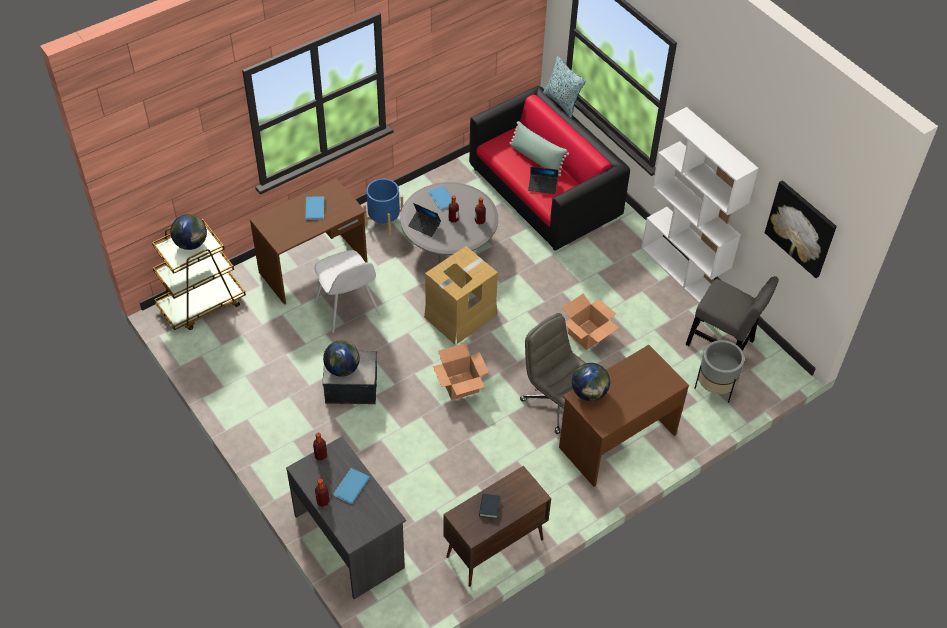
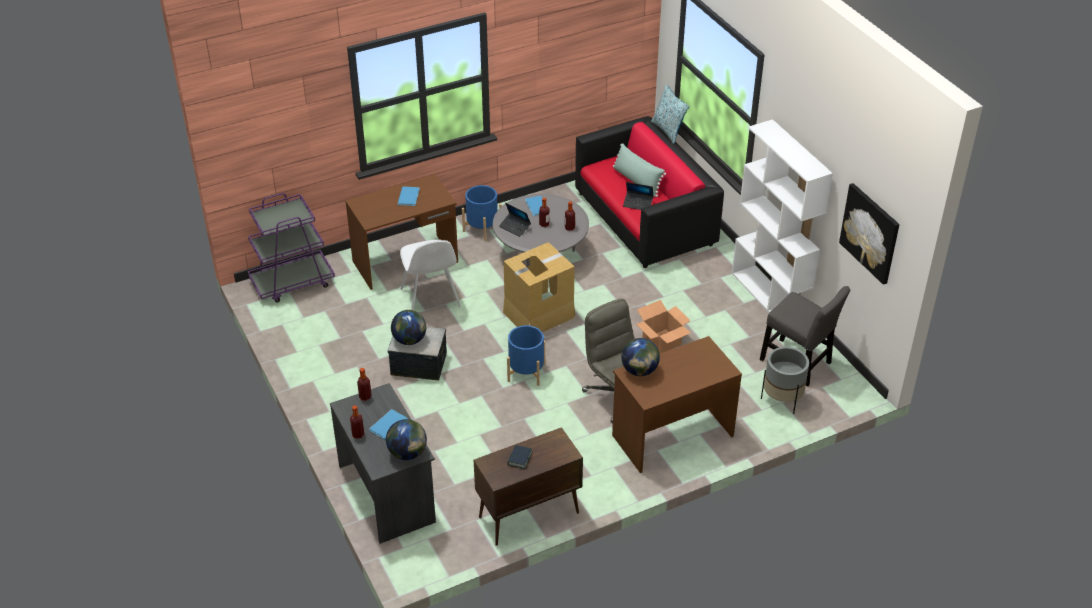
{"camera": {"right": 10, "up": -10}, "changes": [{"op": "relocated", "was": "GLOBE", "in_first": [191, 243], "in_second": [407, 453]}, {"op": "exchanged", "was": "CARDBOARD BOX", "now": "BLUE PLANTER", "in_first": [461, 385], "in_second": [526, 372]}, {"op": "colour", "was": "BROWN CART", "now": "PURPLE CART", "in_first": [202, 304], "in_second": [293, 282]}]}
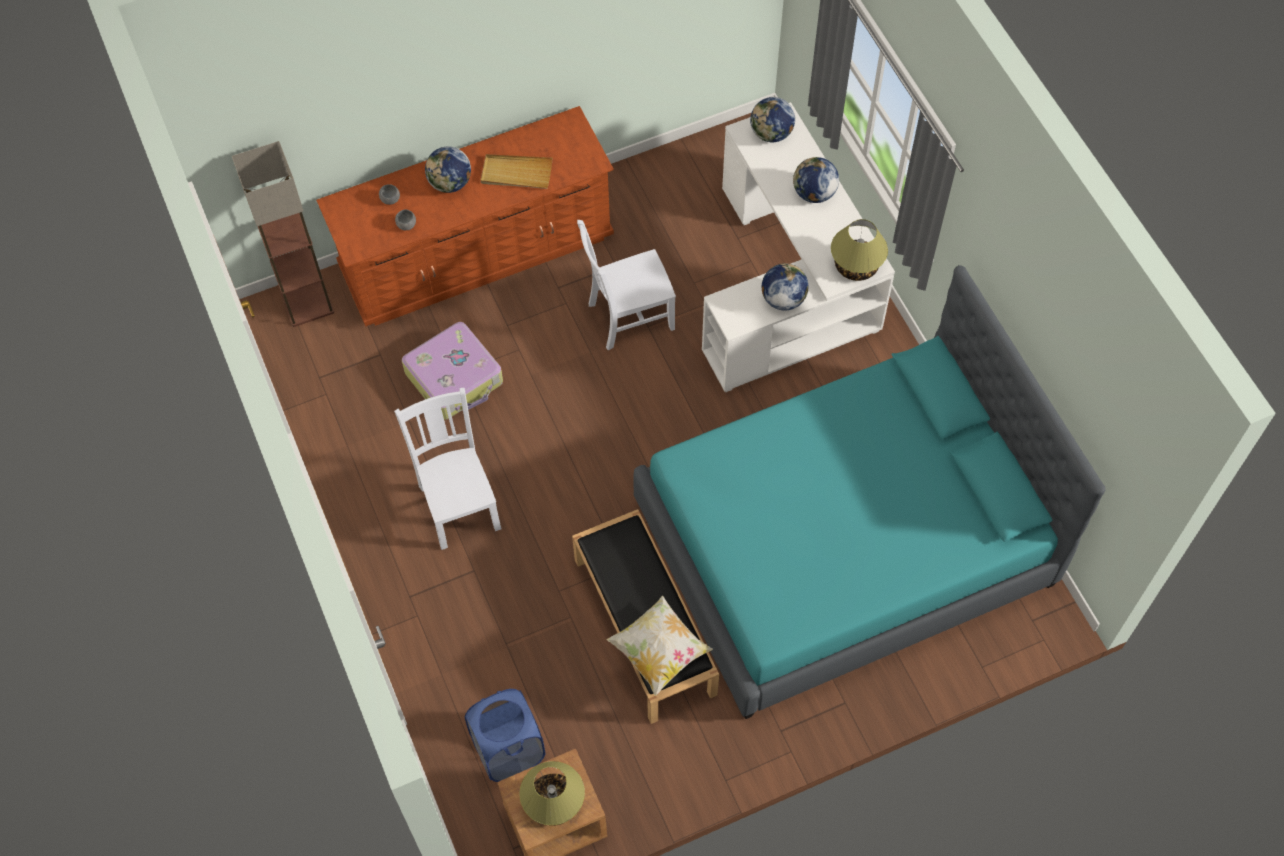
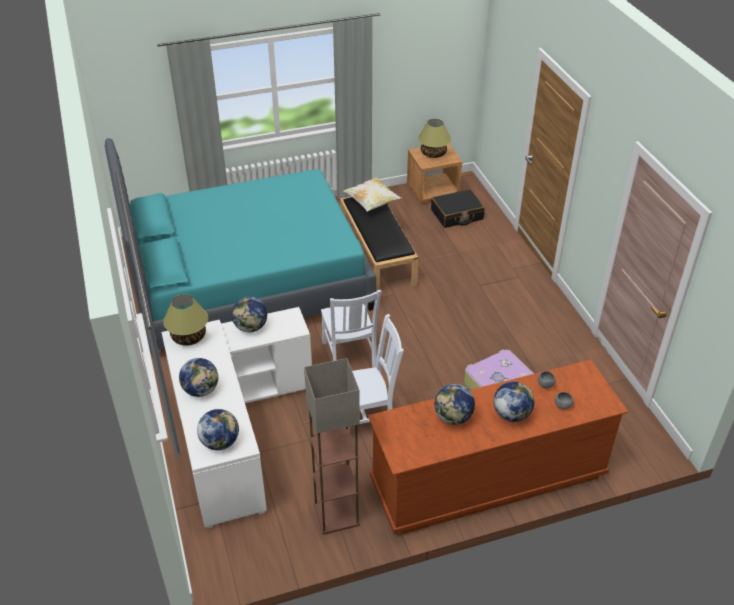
{"camera": {"right": -175, "up": -20}, "changes": [{"op": "relocated", "was": "FLOOR LAMP", "in_first": [306, 302], "in_second": [337, 514]}, {"op": "relocated", "was": "WHITE CHAIR", "in_first": [459, 504], "in_second": [349, 357]}, {"op": "exchanged", "was": "BLUE LAUNDRY BASKET", "now": "BLACK SUITCASE", "in_first": [508, 750], "in_second": [457, 215]}, {"op": "exchanged", "was": "BEIGE TRAY", "now": "GLOBE", "in_first": [516, 173], "in_second": [453, 417]}]}
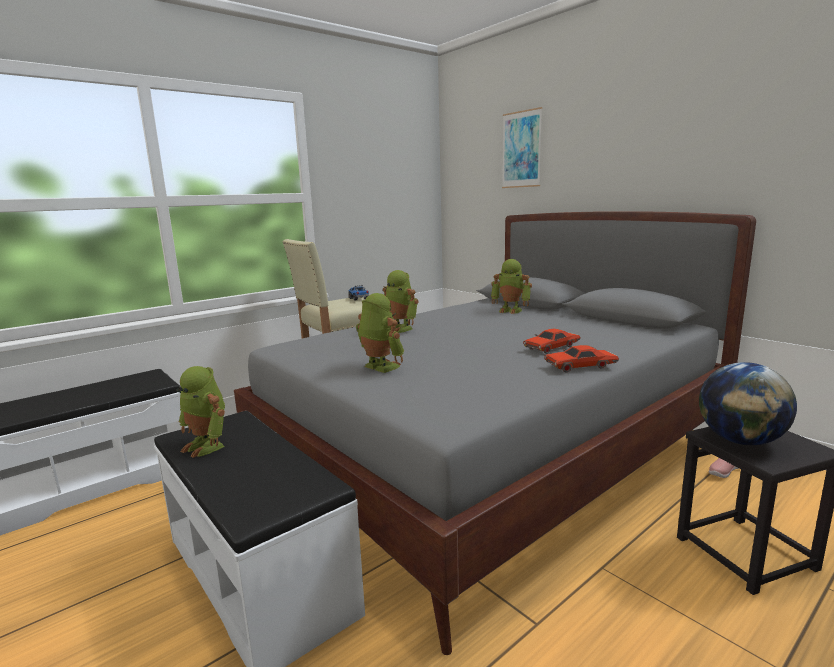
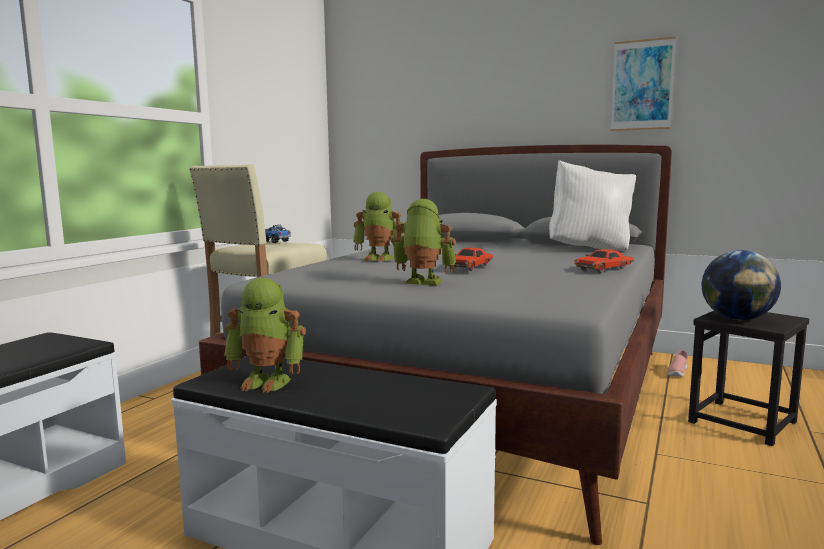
{"camera": {"right": -25, "up": -5}, "changes": [{"op": "missing", "was": "TOY ROBOT", "in_first": [511, 310]}, {"op": "appeared", "now": "WHITE PILLOW", "in_second": [590, 249]}, {"op": "relocated", "was": "PICTURE", "in_first": [521, 149], "in_second": [642, 85]}, {"op": "relocated", "was": "RED TOY CAR", "in_first": [552, 347], "in_second": [470, 267]}]}
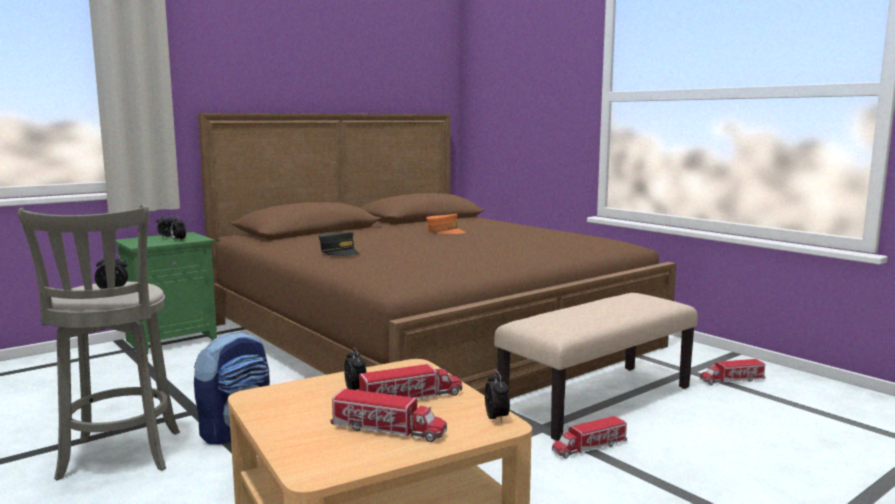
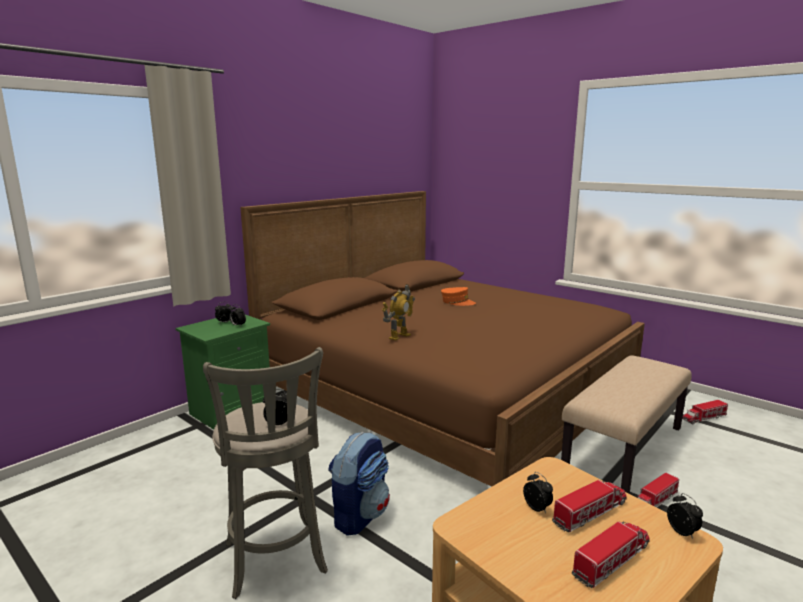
{"camera": {"right": -10, "up": 5}, "changes": [{"op": "exchanged", "was": "GREY CAP", "now": "TOY ROBOT", "in_first": [339, 252], "in_second": [399, 336]}, {"op": "spun", "was": "TOY TRUCK", "in_first": [388, 430], "in_second": [612, 560], "clockwise": -45}]}
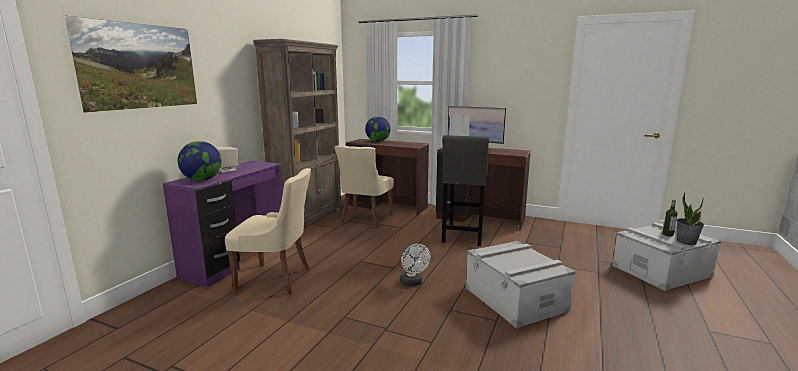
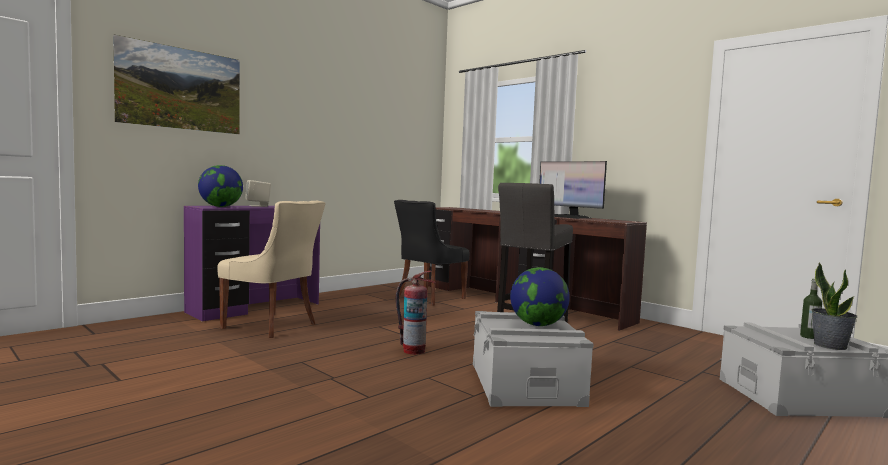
{"camera": {"right": 20, "up": -10}, "changes": [{"op": "missing", "was": "BROWN BOOKCASE", "in_first": [309, 221]}, {"op": "relocated", "was": "GLOBE", "in_first": [378, 141], "in_second": [538, 325]}, {"op": "exchanged", "was": "WHITE FAN", "now": "FIRE EXTINGUISHER", "in_first": [412, 283], "in_second": [413, 350]}, {"op": "colour", "was": "BEIGE CHAIR", "now": "BLACK CHAIR", "in_first": [365, 220], "in_second": [428, 298]}]}
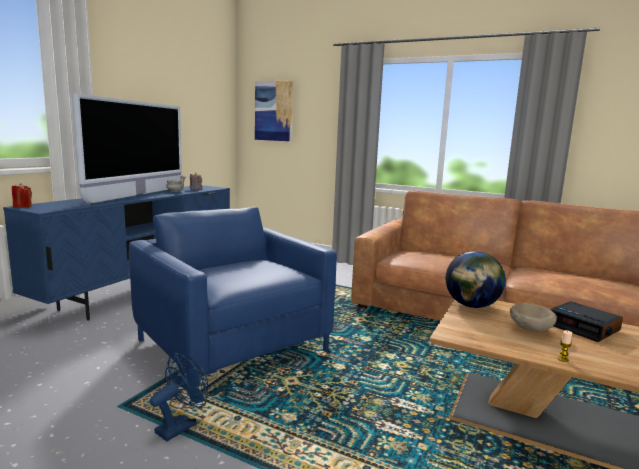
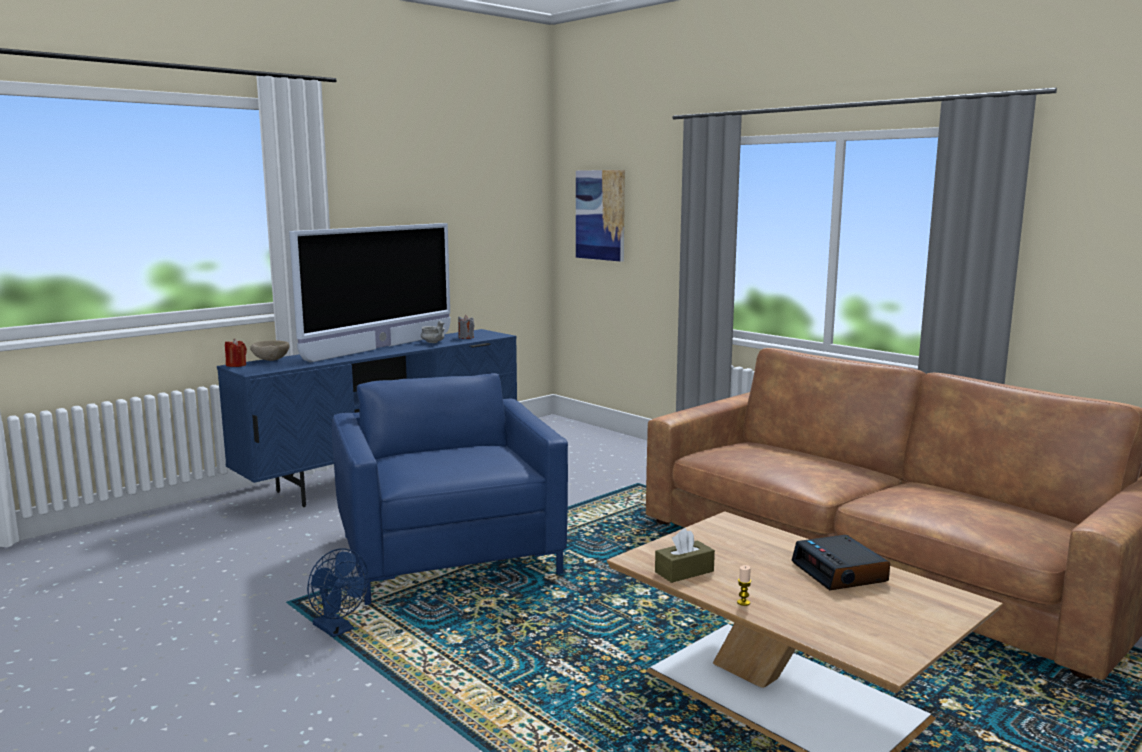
{"camera": {"right": 20, "up": 0}, "changes": [{"op": "missing", "was": "GLOBE", "in_first": [471, 306]}, {"op": "appeared", "now": "BROWN TISSUE BOX", "in_second": [684, 571]}, {"op": "relocated", "was": "BEIGE BOWL", "in_first": [529, 329], "in_second": [270, 360]}, {"op": "spun", "was": "BLUE FAN", "in_first": [181, 426], "in_second": [337, 630], "clockwise": 75}]}
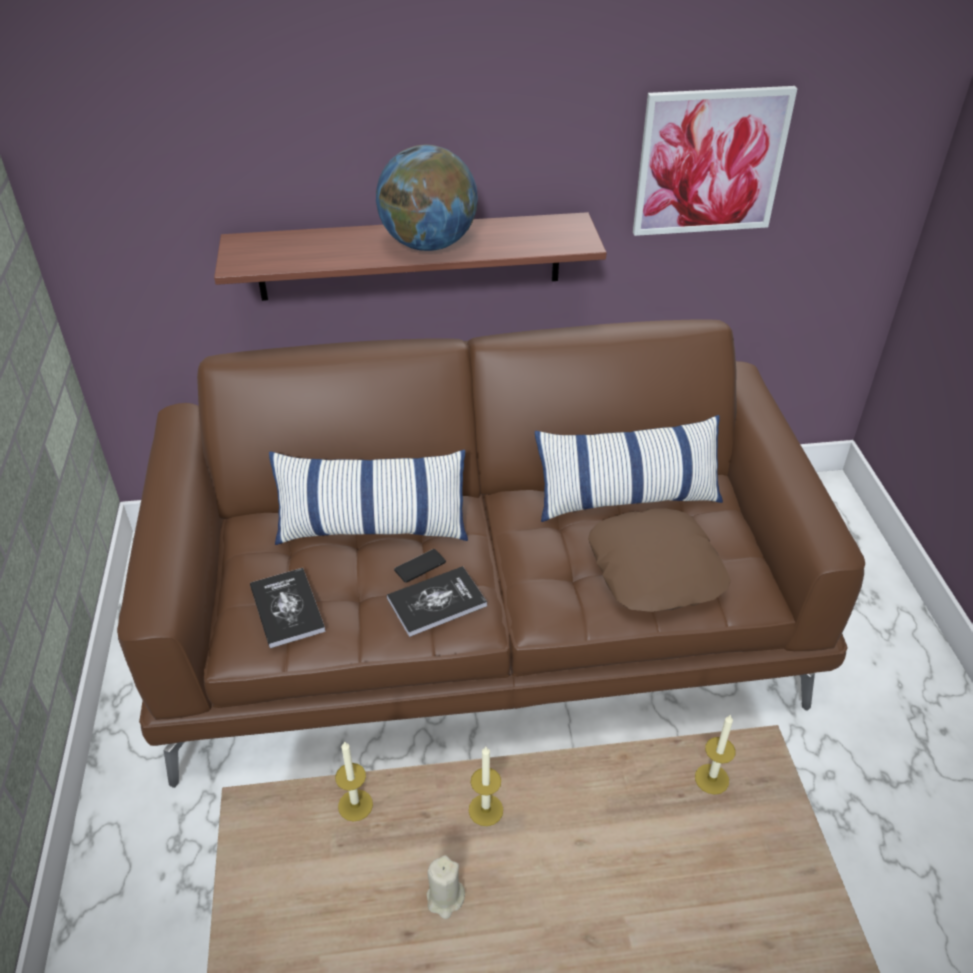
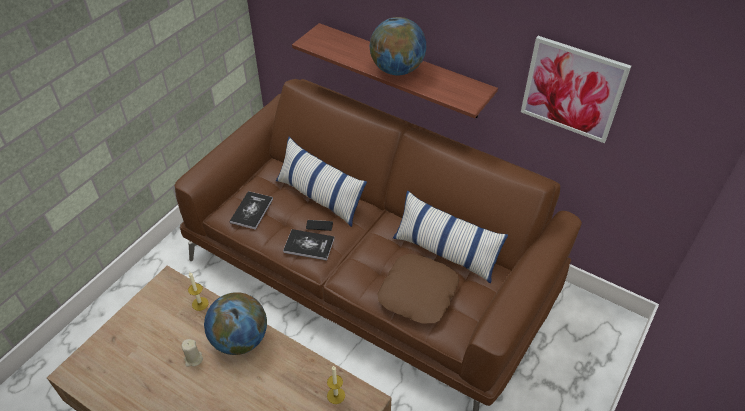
{"camera": {"right": 40, "up": 5}, "changes": [{"op": "exchanged", "was": "CANDLE", "now": "GLOBE", "in_first": [485, 810], "in_second": [240, 340]}]}
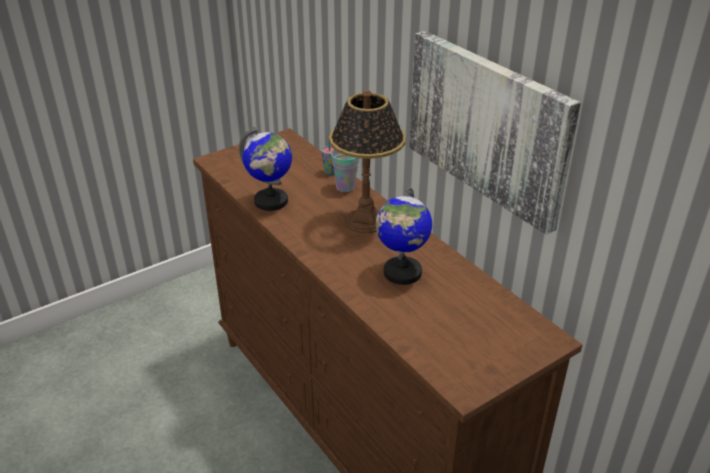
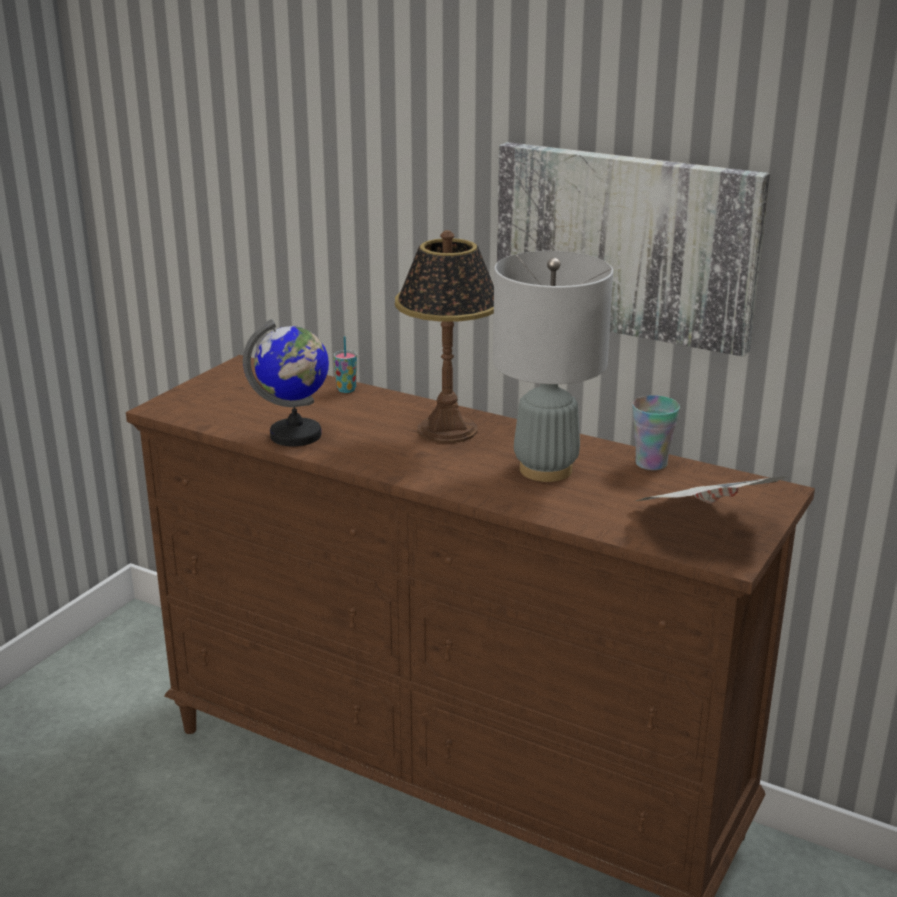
{"camera": {"right": -25, "up": -10}, "changes": [{"op": "appeared", "now": "NEWSPAPER", "in_second": [704, 525]}, {"op": "relocated", "was": "CUP", "in_first": [345, 187], "in_second": [651, 463]}, {"op": "exchanged", "was": "GLOBE", "now": "GREY TABLE LAMP", "in_first": [402, 272], "in_second": [546, 470]}]}
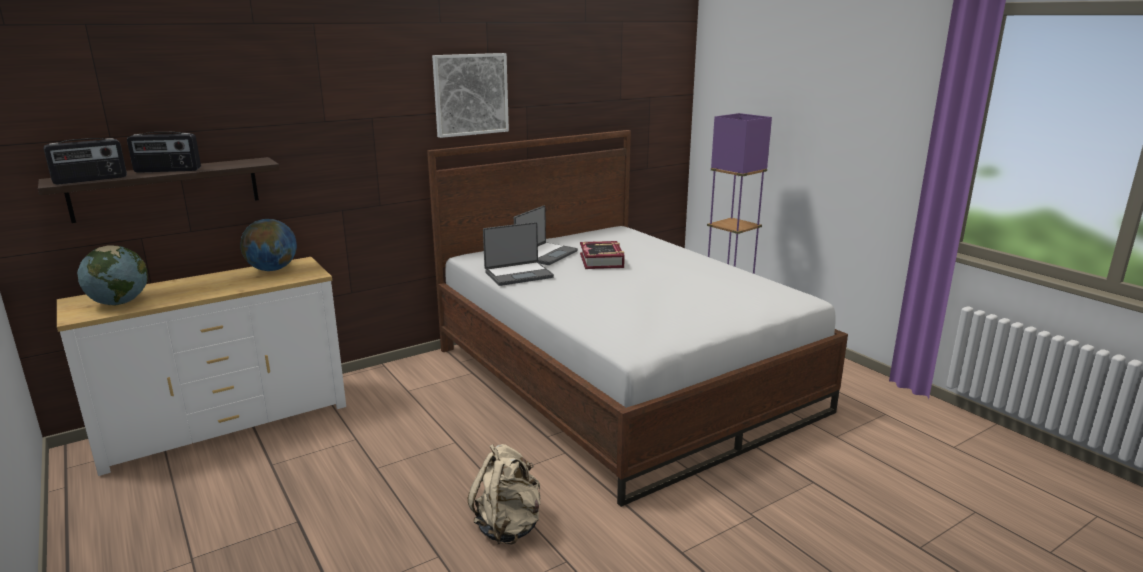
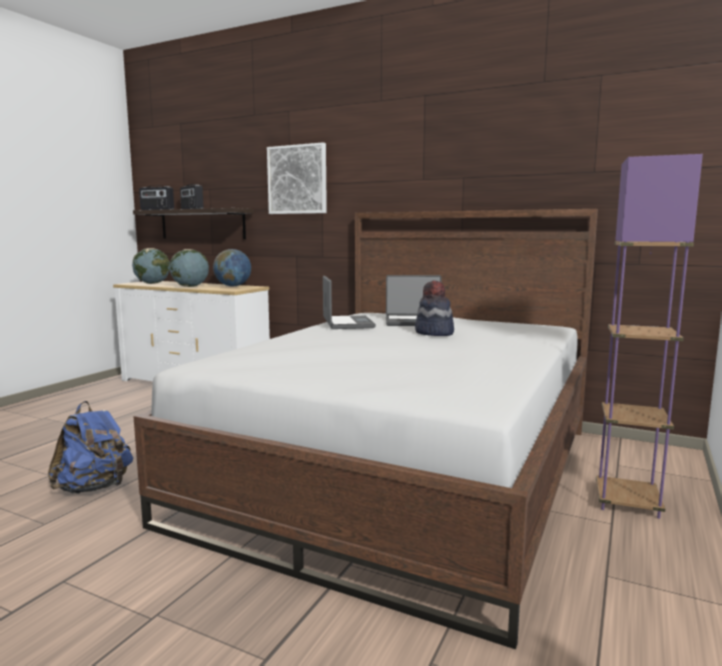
{"camera": {"right": 60, "up": -10}, "changes": [{"op": "appeared", "now": "GLOBE", "in_second": [190, 286]}, {"op": "relocated", "was": "PICTURE", "in_first": [470, 94], "in_second": [297, 179]}, {"op": "exchanged", "was": "BOOK", "now": "HAT", "in_first": [602, 261], "in_second": [434, 333]}, {"op": "colour", "was": "BEIGE BACKPACK", "now": "BLUE BACKPACK", "in_first": [509, 527], "in_second": [95, 488]}, {"op": "spun", "was": "LAPTOP", "in_first": [518, 274], "in_second": [346, 324], "clockwise": -135}]}
